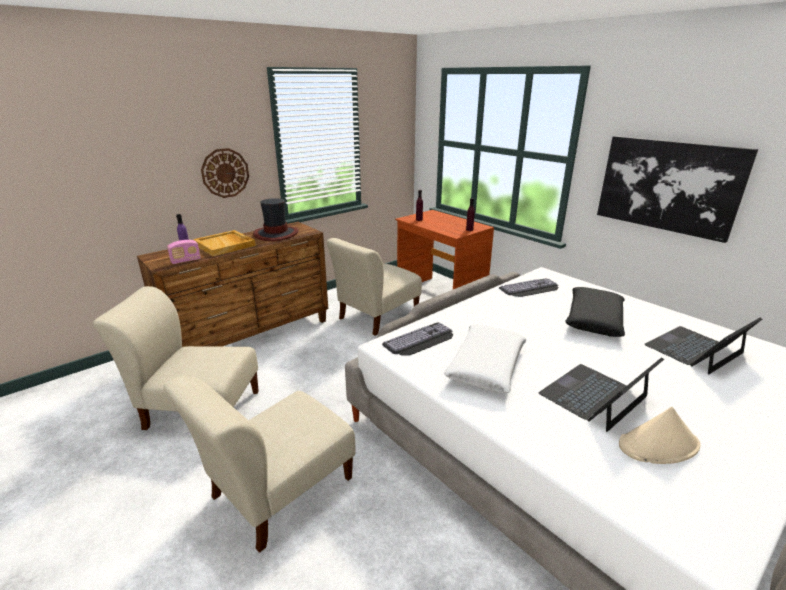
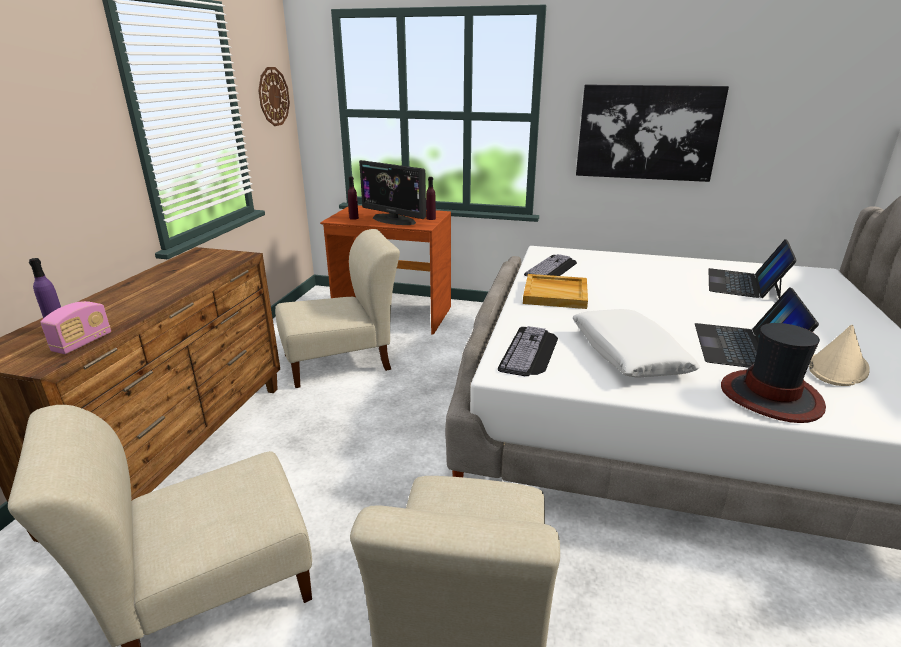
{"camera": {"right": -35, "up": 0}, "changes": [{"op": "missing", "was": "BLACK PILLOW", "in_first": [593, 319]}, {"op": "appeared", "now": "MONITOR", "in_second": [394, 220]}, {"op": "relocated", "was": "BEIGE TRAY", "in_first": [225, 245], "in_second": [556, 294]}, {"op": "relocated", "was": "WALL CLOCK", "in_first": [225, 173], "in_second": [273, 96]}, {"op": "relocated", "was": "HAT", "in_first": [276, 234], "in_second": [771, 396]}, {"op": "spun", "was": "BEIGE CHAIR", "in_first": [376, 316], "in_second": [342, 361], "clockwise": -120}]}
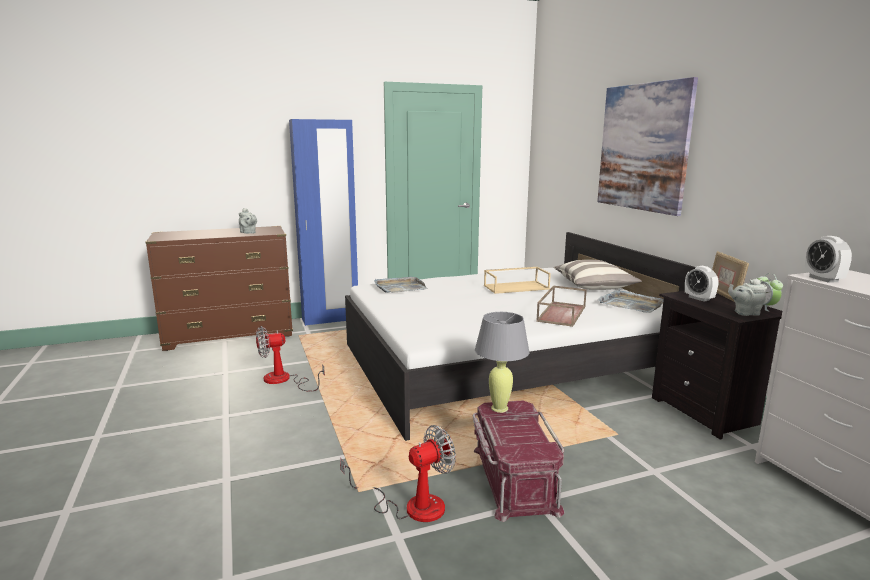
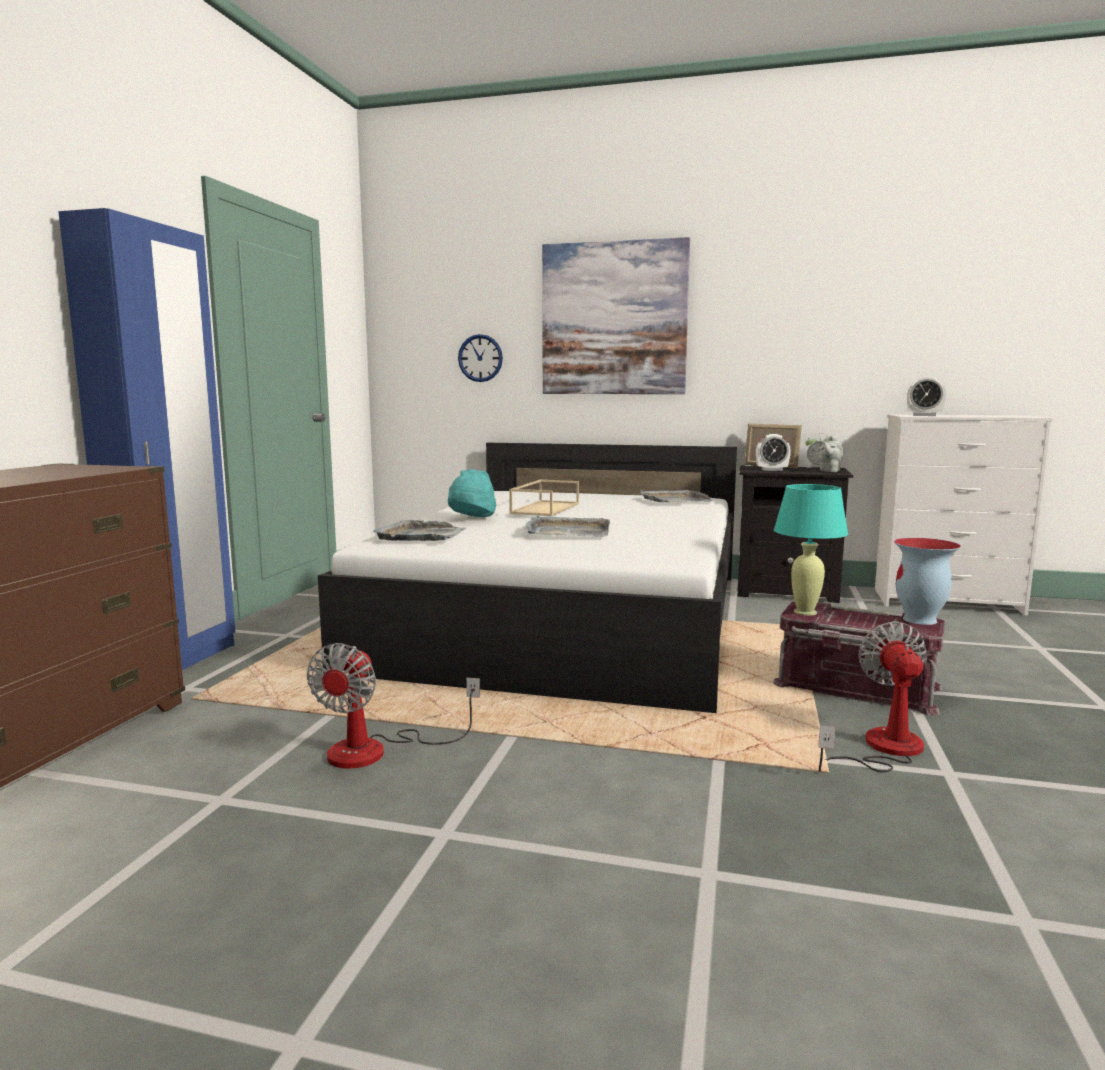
{"camera": {"right": -55, "up": -5}, "changes": [{"op": "missing", "was": "GREY TEAPOT", "in_first": [248, 233]}, {"op": "missing", "was": "BROWN TRAY", "in_first": [561, 313]}, {"op": "missing", "was": "PILLOW", "in_first": [594, 286]}, {"op": "appeared", "now": "TURQUOISE HAT", "in_second": [471, 519]}, {"op": "appeared", "now": "WALL CLOCK", "in_second": [480, 358]}, {"op": "appeared", "now": "GREY TRAY", "in_second": [567, 531]}, {"op": "appeared", "now": "VASE", "in_second": [920, 620]}, {"op": "colour", "was": "GREY TABLE LAMP", "now": "TURQUOISE TABLE LAMP", "in_first": [499, 408], "in_second": [804, 612]}]}
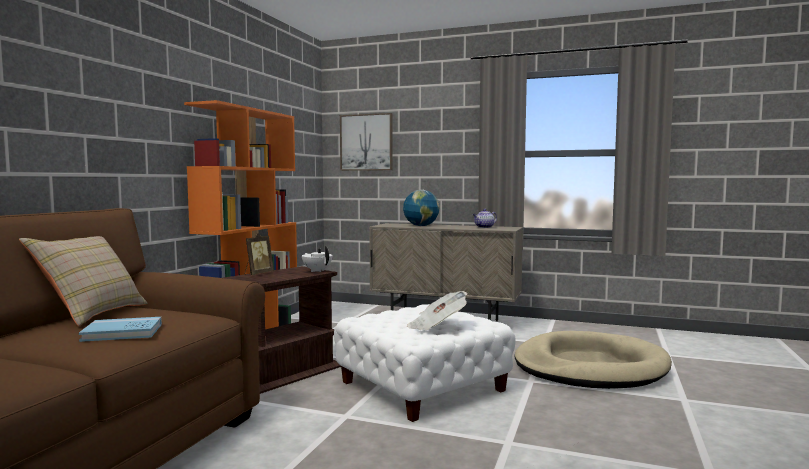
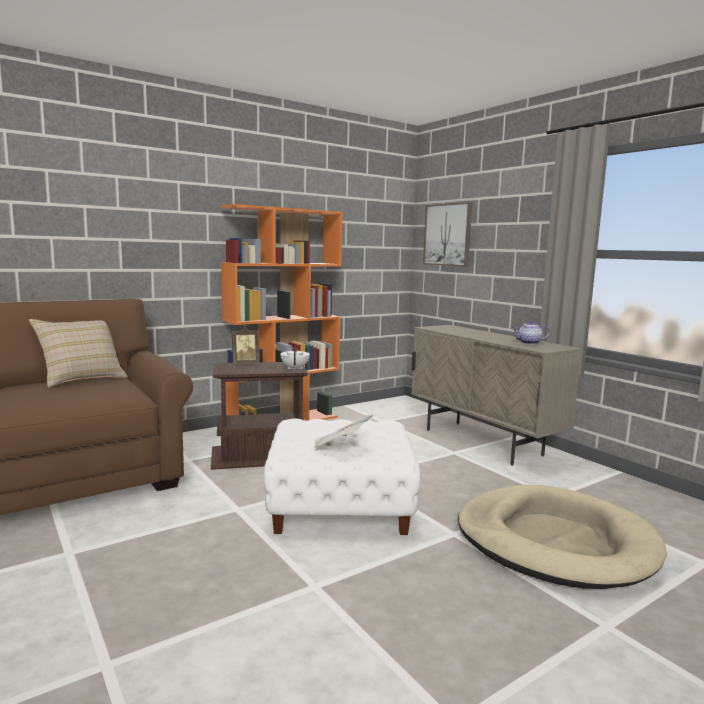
{"camera": {"right": 35, "up": 5}, "changes": [{"op": "missing", "was": "BLUE BOOK", "in_first": [122, 332]}, {"op": "missing", "was": "GLOBE", "in_first": [421, 226]}]}
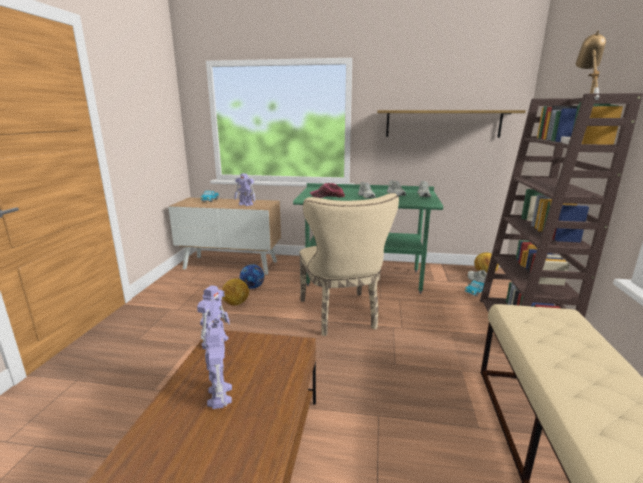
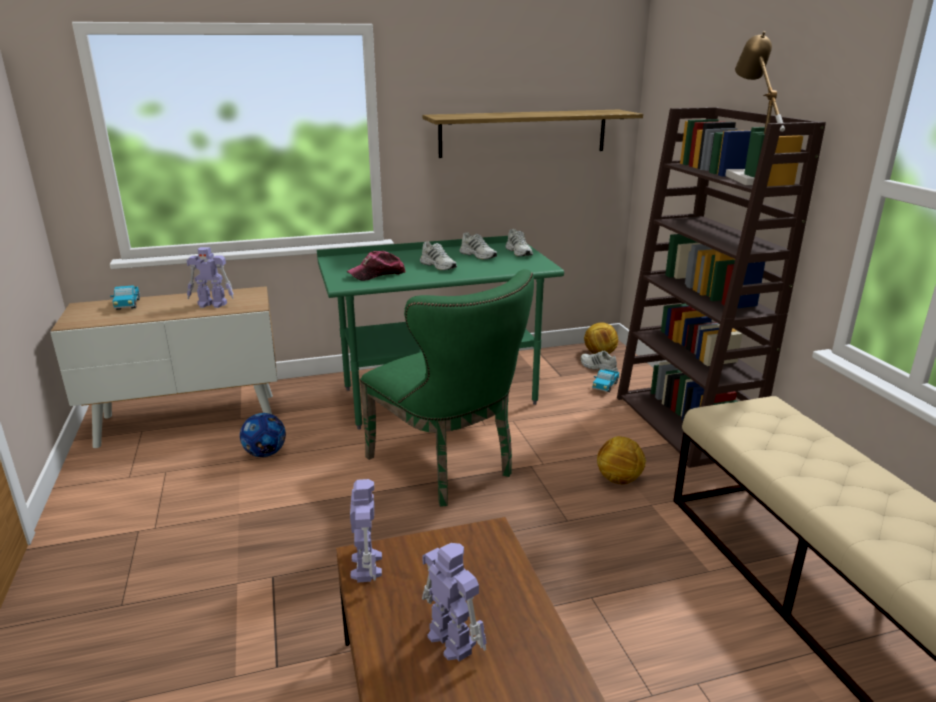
{"camera": {"right": -25, "up": 5}, "changes": [{"op": "relocated", "was": "FOOTBALL", "in_first": [236, 303], "in_second": [619, 479]}, {"op": "colour", "was": "BEIGE CHAIR", "now": "GREEN CHAIR", "in_first": [341, 316], "in_second": [448, 468]}]}
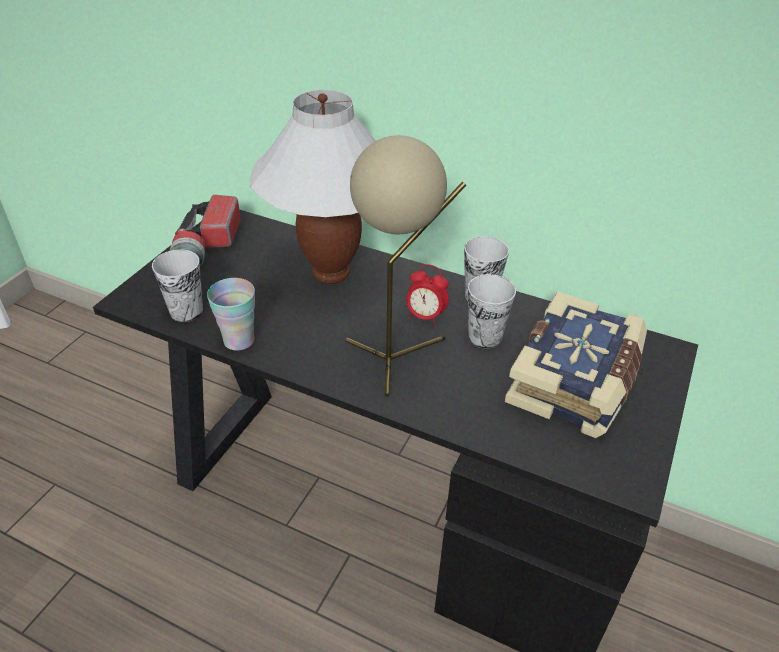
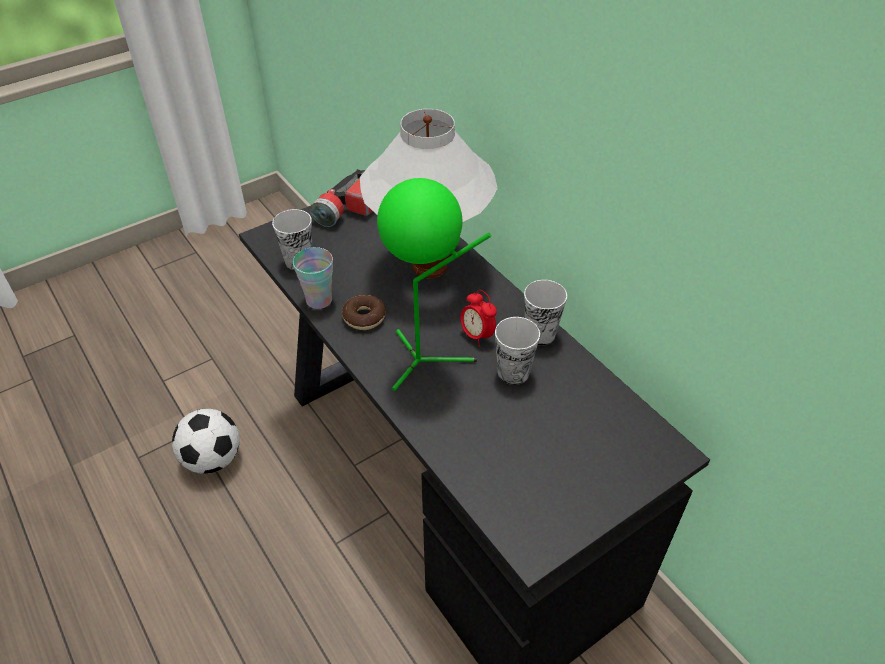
{"camera": {"right": 30, "up": 5}, "changes": [{"op": "missing", "was": "BOOK", "in_first": [576, 381]}, {"op": "appeared", "now": "FOOTBALL", "in_second": [213, 459]}, {"op": "appeared", "now": "DONUT", "in_second": [364, 317]}, {"op": "colour", "was": "BEIGE TABLE LAMP", "now": "GREEN TABLE LAMP", "in_first": [396, 356], "in_second": [426, 360]}]}
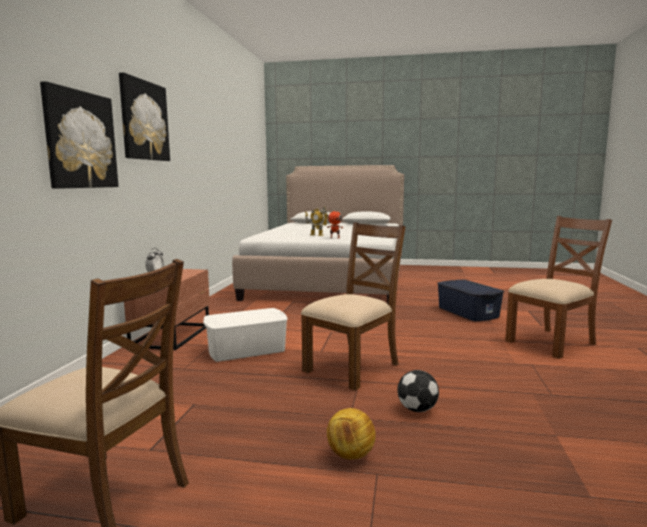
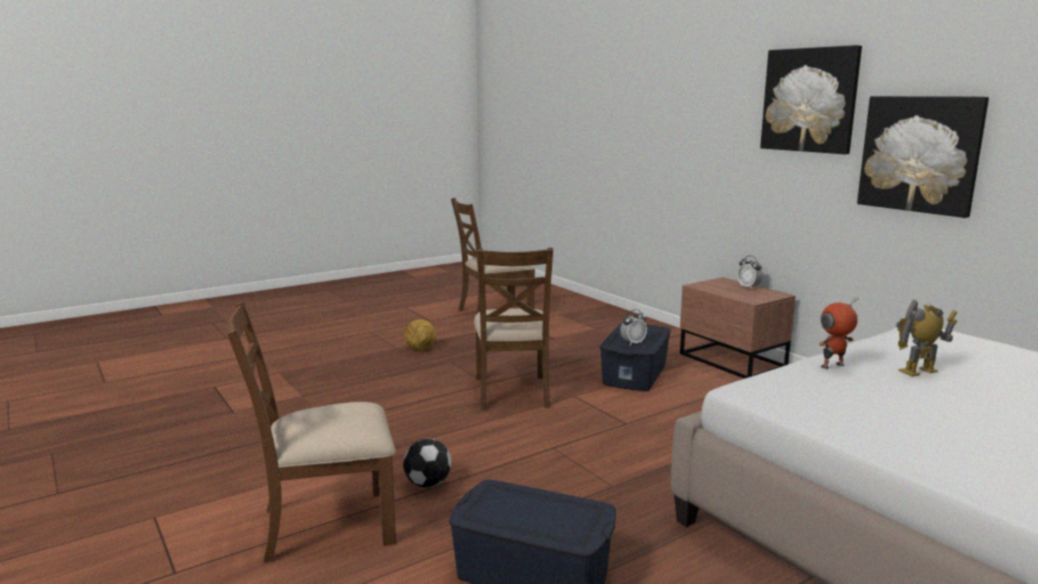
{"camera": {"right": 135, "up": 5}, "changes": [{"op": "appeared", "now": "ALARM CLOCK", "in_second": [633, 343]}, {"op": "relocated", "was": "PICTURE", "in_first": [80, 140], "in_second": [920, 154]}, {"op": "relocated", "was": "FOOTBALL", "in_first": [417, 409], "in_second": [427, 484]}, {"op": "colour", "was": "WHITE STORAGE BOX", "now": "BLUE STORAGE BOX", "in_first": [246, 349], "in_second": [635, 374]}, {"op": "spun", "was": "BROWN CHAIR", "in_first": [552, 342], "in_second": [326, 524], "clockwise": 60}]}
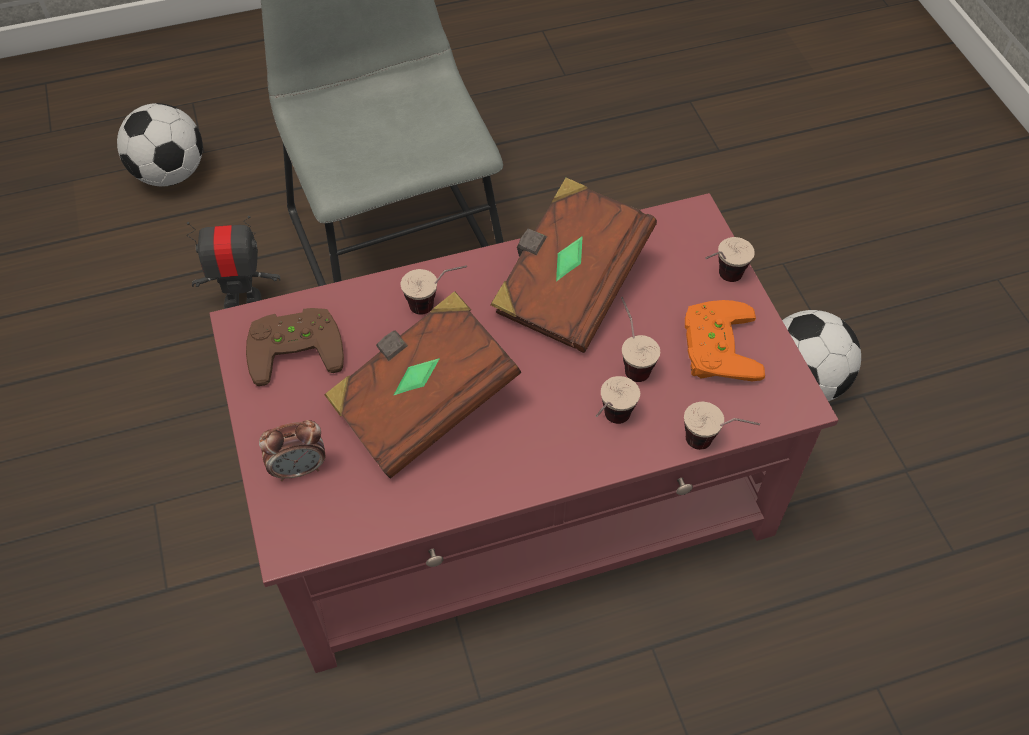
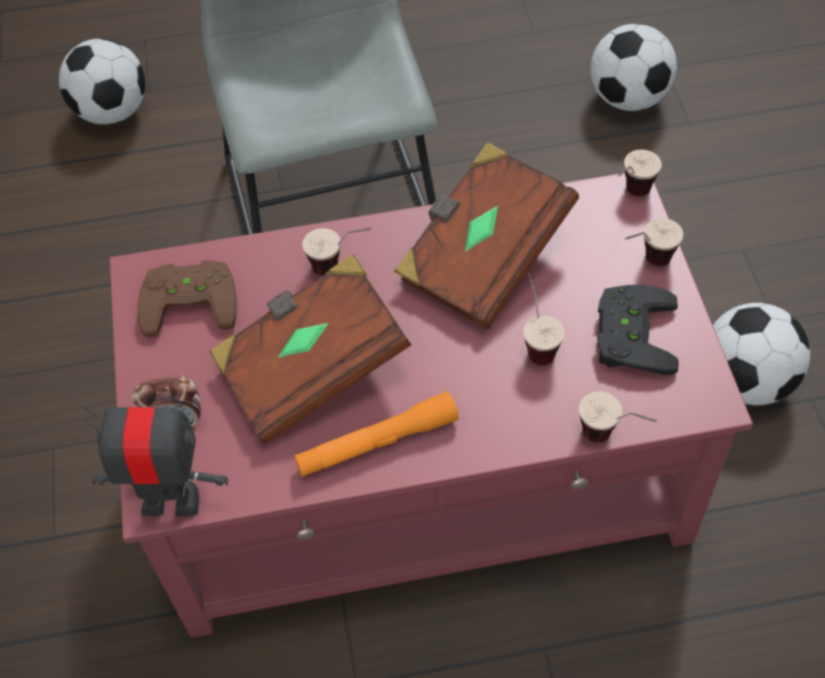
{"camera": {"right": 10, "up": 0}, "changes": [{"op": "appeared", "now": "ORANGE FLASHLIGHT", "in_second": [377, 443]}, {"op": "appeared", "now": "FOOTBALL", "in_second": [628, 98]}, {"op": "relocated", "was": "TOY ROBOT", "in_first": [243, 299], "in_second": [171, 501]}, {"op": "relocated", "was": "CUP", "in_first": [609, 425], "in_second": [630, 197]}, {"op": "colour", "was": "ORANGE GAME CONTROLLER", "now": "BLACK GAME CONTROLLER", "in_first": [714, 346], "in_second": [629, 334]}]}
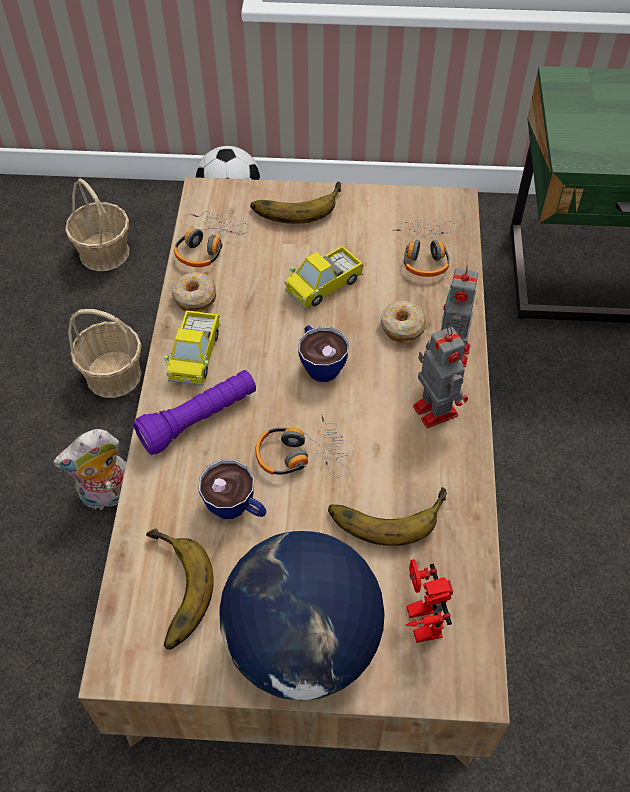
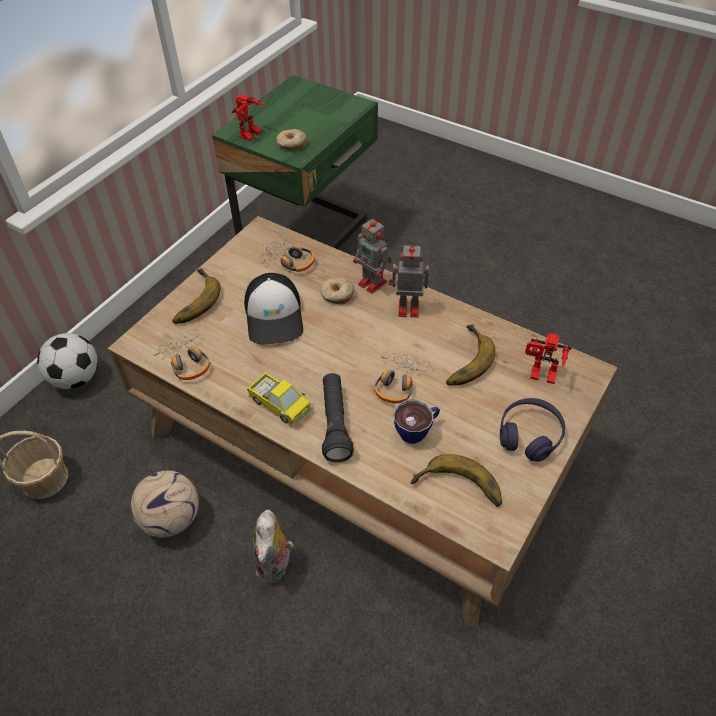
{"camera": {"right": -60, "up": -5}, "changes": [{"op": "missing", "was": "CUP", "in_first": [319, 363]}, {"op": "appeared", "now": "TOY ROBOT", "in_second": [251, 136]}, {"op": "relocated", "was": "DONUT", "in_first": [194, 297], "in_second": [291, 144]}, {"op": "exchanged", "was": "BASKET", "now": "FOOTBALL", "in_first": [113, 375], "in_second": [170, 519]}, {"op": "exchanged", "was": "GLOBE", "now": "PURPLE HEADPHONES", "in_first": [303, 644], "in_second": [529, 435]}, {"op": "exchanged", "was": "TOY TRUCK", "now": "CAP", "in_first": [324, 285], "in_second": [275, 316]}, {"op": "colour", "was": "PURPLE FLASHLIGHT", "now": "BLACK FLASHLIGHT", "in_first": [199, 420], "in_second": [335, 423]}]}
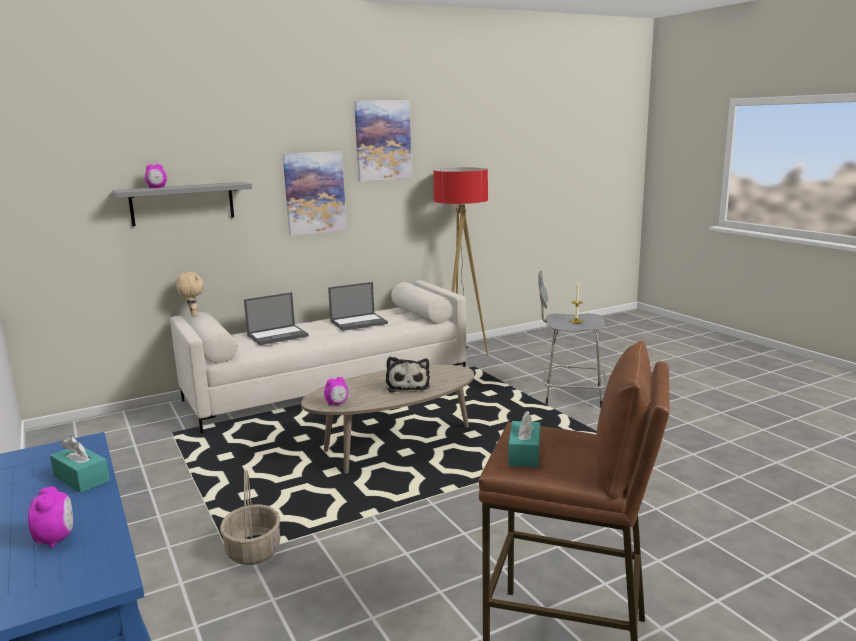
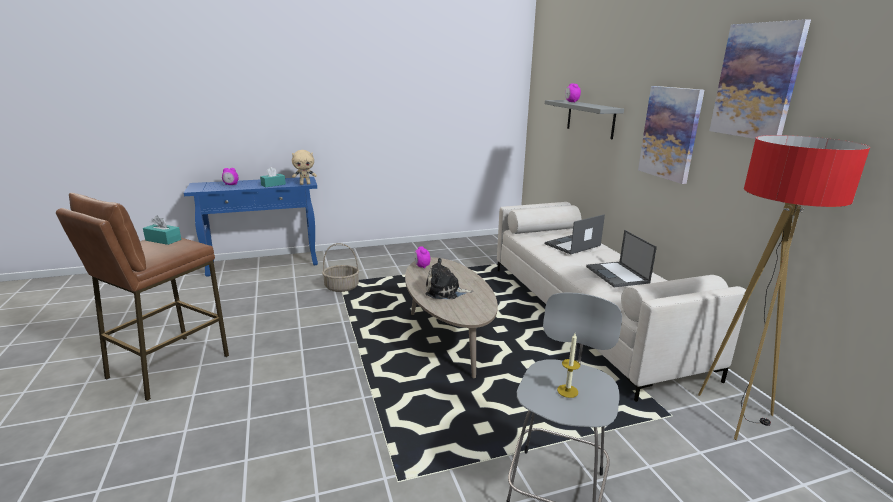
{"camera": {"right": 100, "up": 5}, "changes": [{"op": "relocated", "was": "BEIGE PLUSH TOY", "in_first": [193, 315], "in_second": [305, 184]}, {"op": "spun", "was": "LAPTOP", "in_first": [278, 335], "in_second": [572, 245], "clockwise": 75}]}
